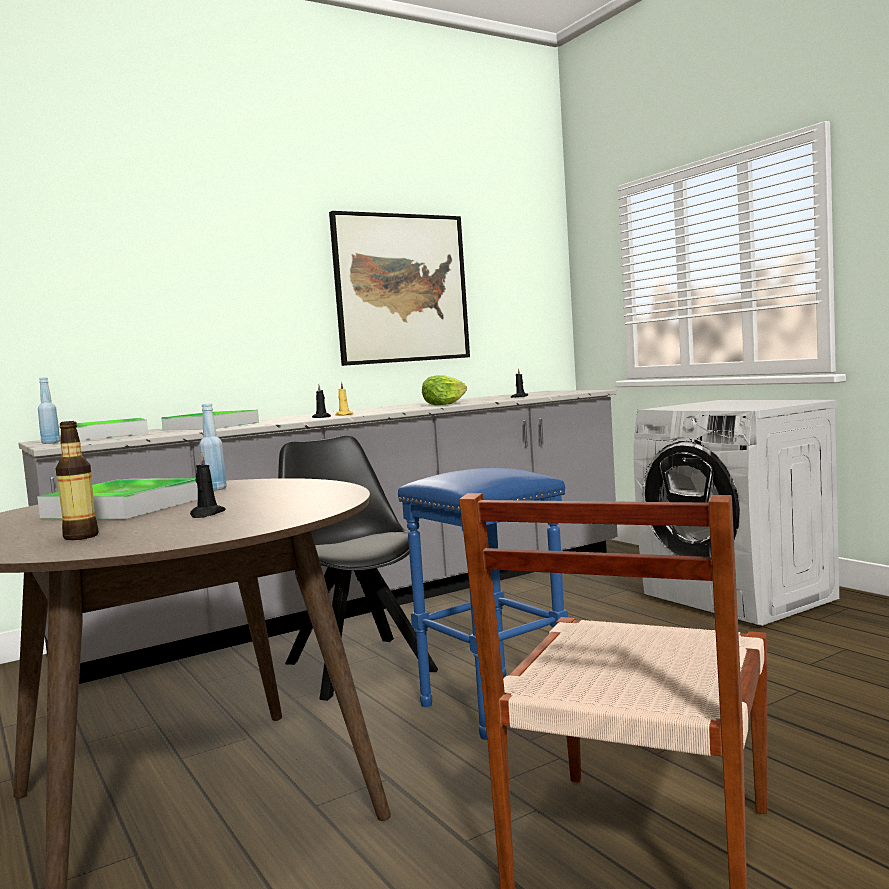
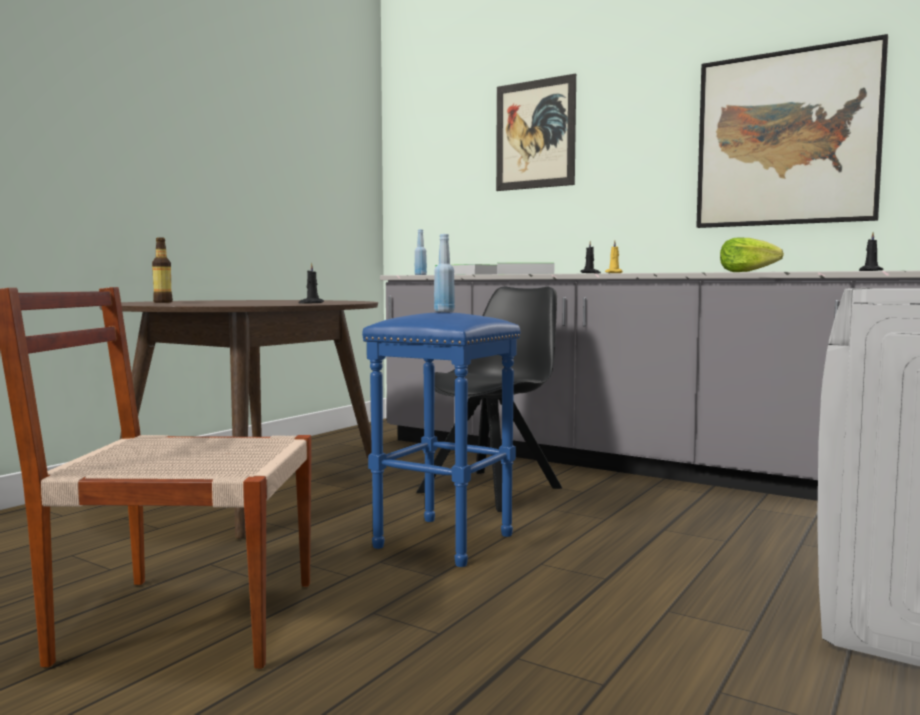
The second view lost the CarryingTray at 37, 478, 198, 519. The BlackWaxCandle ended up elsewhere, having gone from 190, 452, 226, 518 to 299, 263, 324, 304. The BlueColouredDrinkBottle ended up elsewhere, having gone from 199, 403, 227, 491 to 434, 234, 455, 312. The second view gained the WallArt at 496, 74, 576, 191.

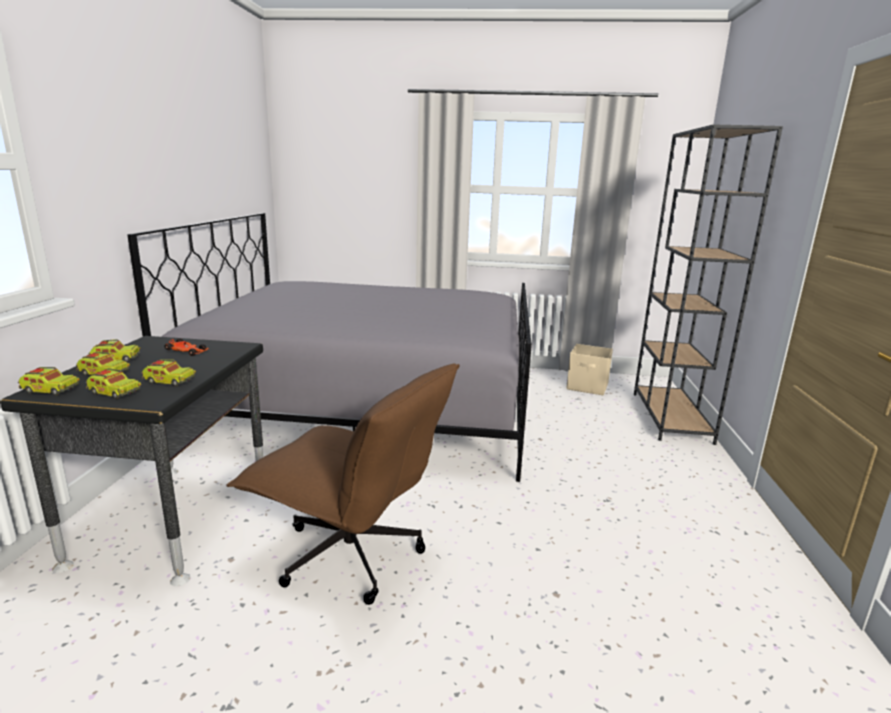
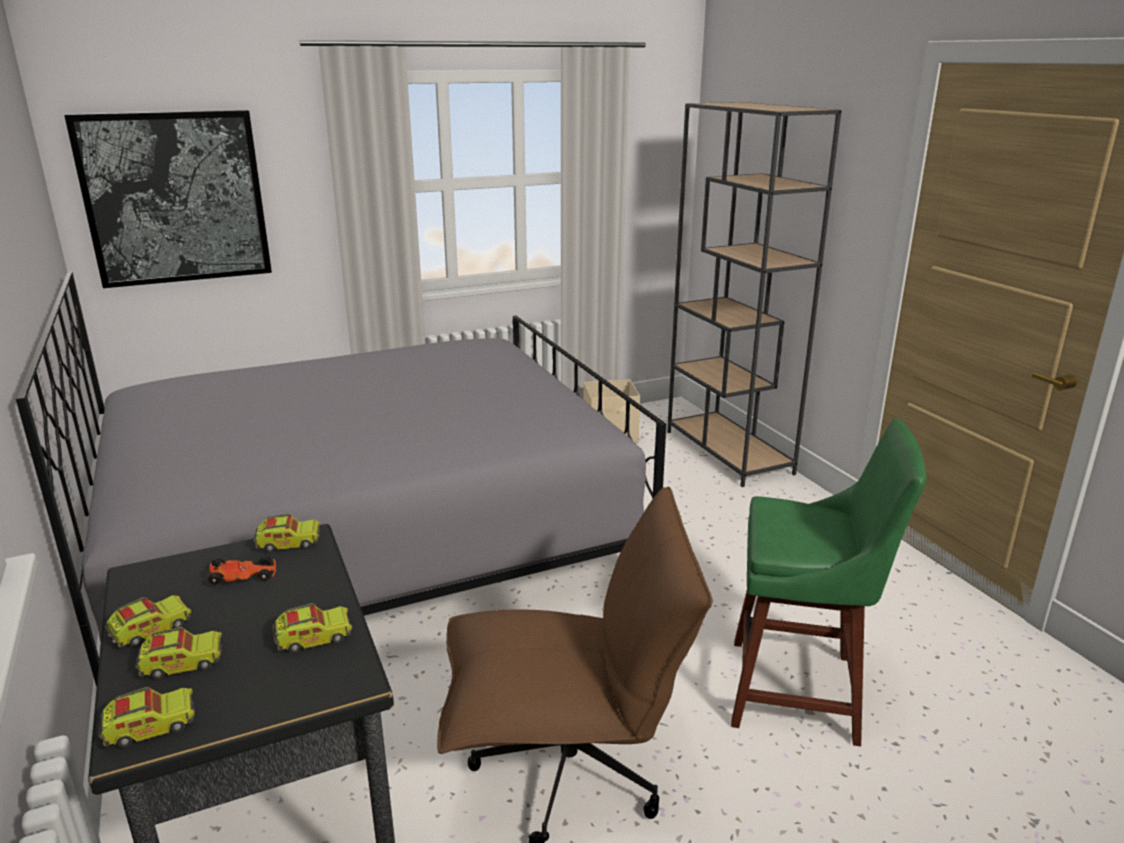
The ModelTruck ended up elsewhere, having gone from 86, 369, 141, 399 to 253, 514, 320, 553. The second view gained the WallArt at 64, 110, 272, 288. The second view gained the GreenPlainChair at 731, 418, 927, 747.

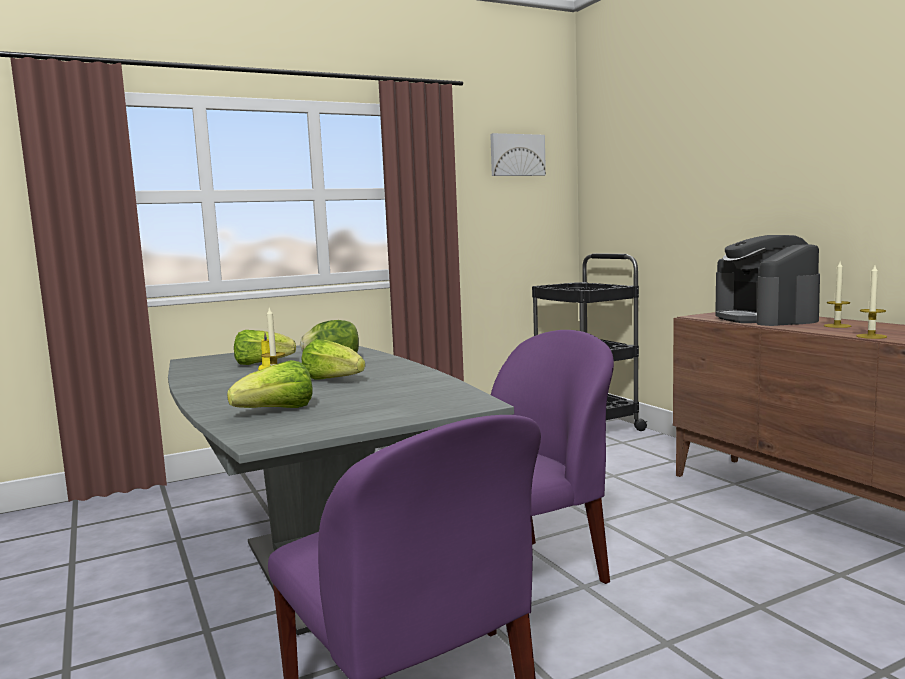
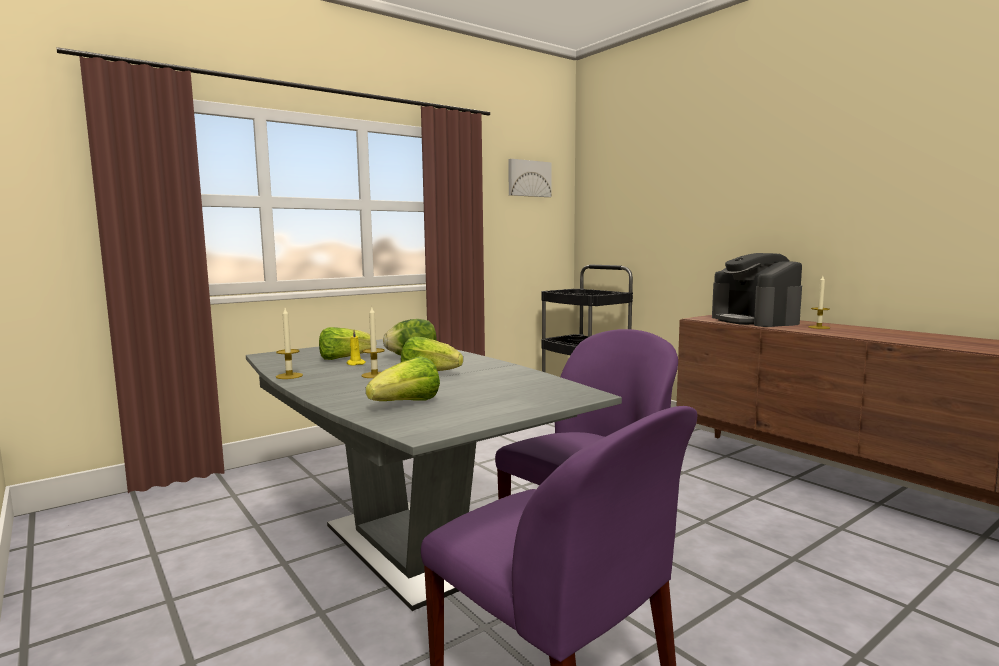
The WaxCandle ended up elsewhere, having gone from 856, 265, 887, 339 to 276, 308, 303, 379.

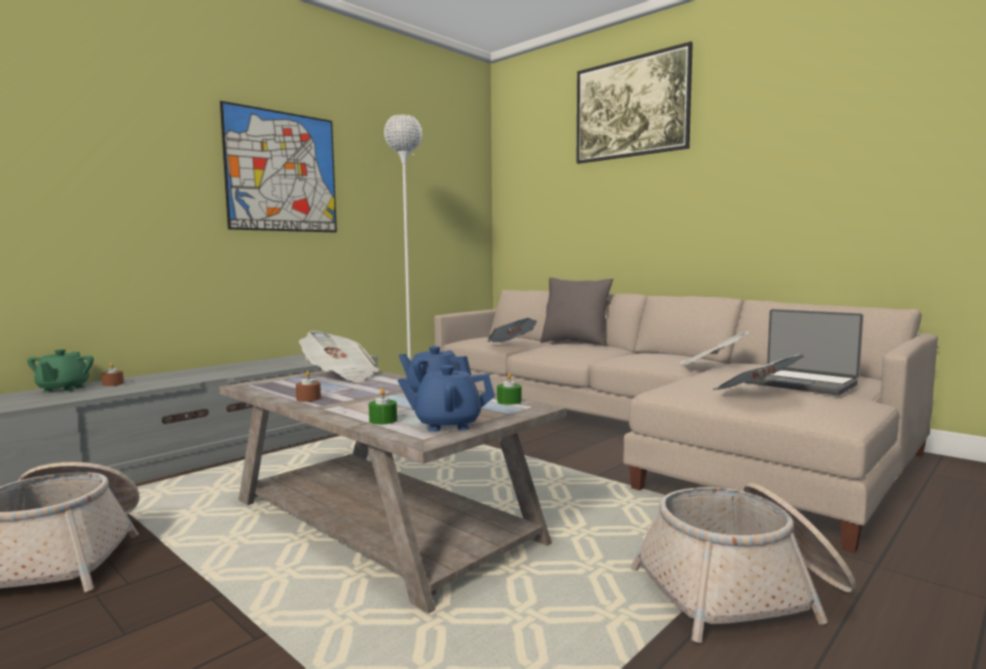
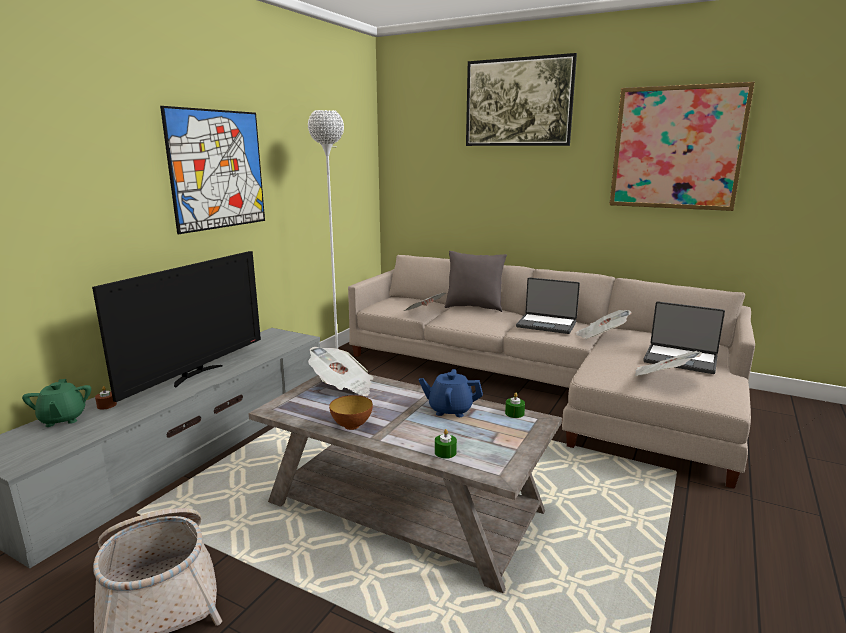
Where the BrownWaxCandle stood at 296, 371, 321, 402, the DeepDish came to stand at 329, 395, 373, 430. The second view lost the BlueColouredTeapot at 398, 365, 495, 432. The second view lost the StorageBasket at 630, 483, 856, 643. The second view gained the TvSet at 92, 251, 261, 402. The second view gained the Laptop at 516, 277, 580, 334. The second view gained the WallArt at 609, 82, 755, 211.

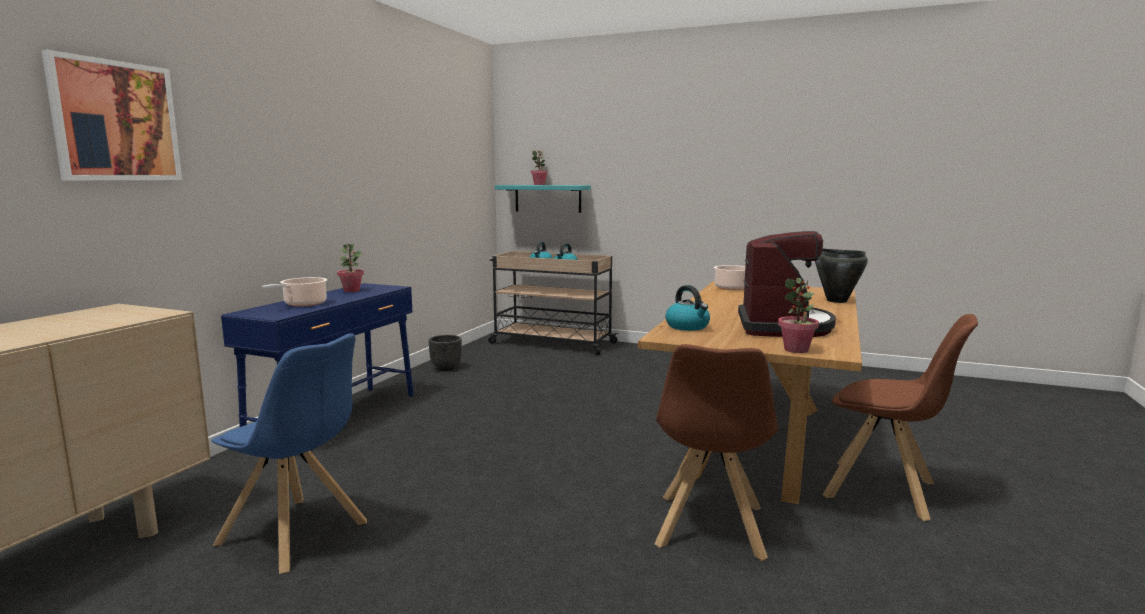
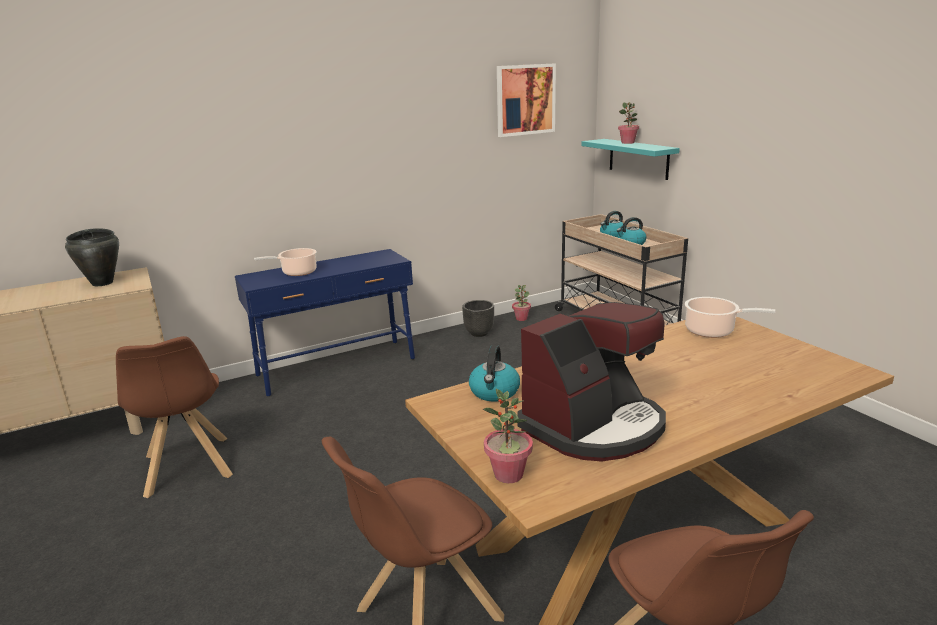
The WallArt ended up elsewhere, having gone from 41, 50, 182, 180 to 497, 64, 556, 137. What was the BlueColouredPlainChair at 212, 333, 367, 574 turned into the BrownPlainChair at 116, 336, 233, 498. The PottedPlant ended up elsewhere, having gone from 337, 244, 364, 292 to 512, 285, 531, 321. The BlackStockpot ended up elsewhere, having gone from 815, 249, 868, 303 to 65, 228, 119, 286.

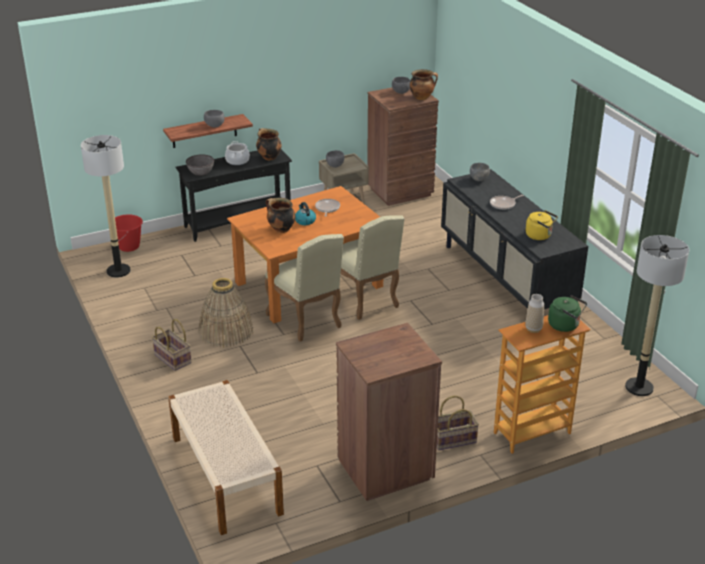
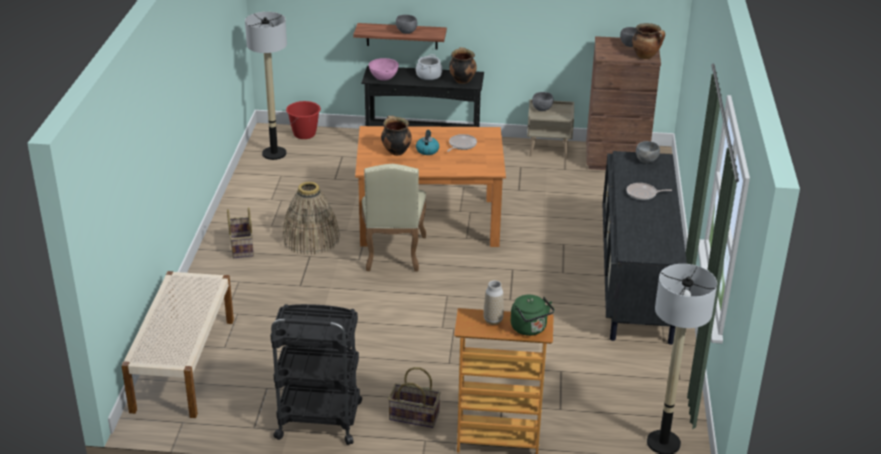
What was the GreyDeepDish at 186, 155, 214, 176 turned into the PinkishDeepDish at 369, 58, 399, 81. Where the BrownDresser stood at 336, 323, 442, 501, the BlackTrolley came to stand at 270, 304, 362, 445. The second view lost the BeigeColouredPlainChair at 341, 215, 405, 320. The second view lost the YellowWaterKettle at 526, 210, 558, 240.

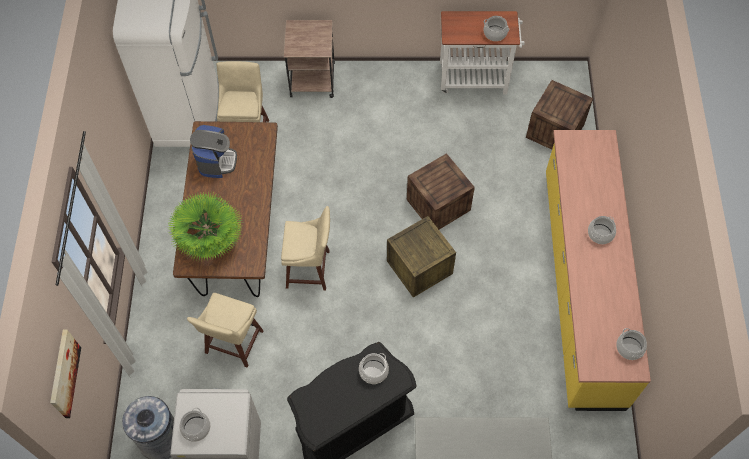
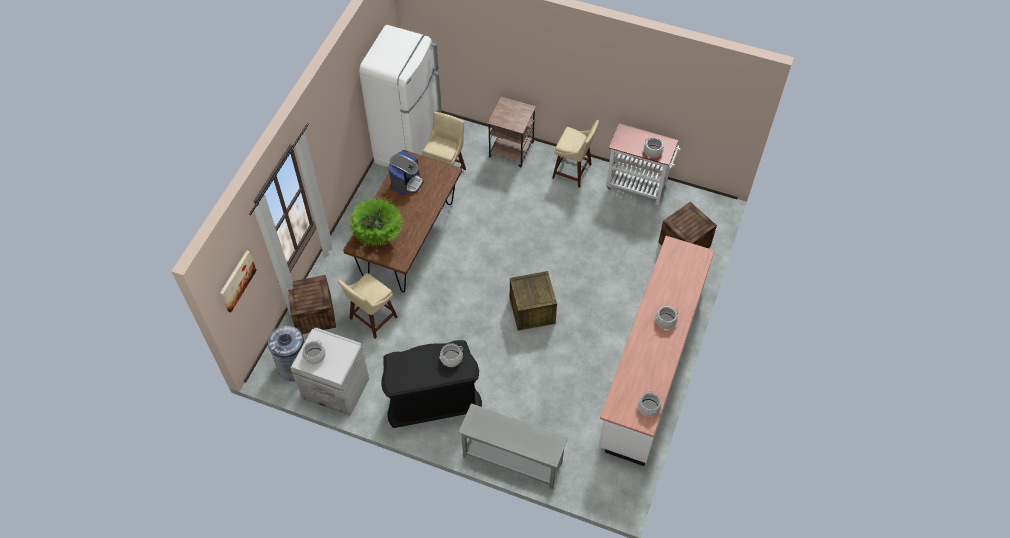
The BeigeColouredPlainChair ended up elsewhere, having gone from 281, 206, 330, 290 to 552, 120, 599, 188. The PackingCrate ended up elsewhere, having gone from 407, 153, 475, 229 to 288, 275, 336, 334. What was the YellowKitchenCounter at 546, 130, 651, 411 turned into the WhiteKitchenCounter at 598, 236, 715, 466.

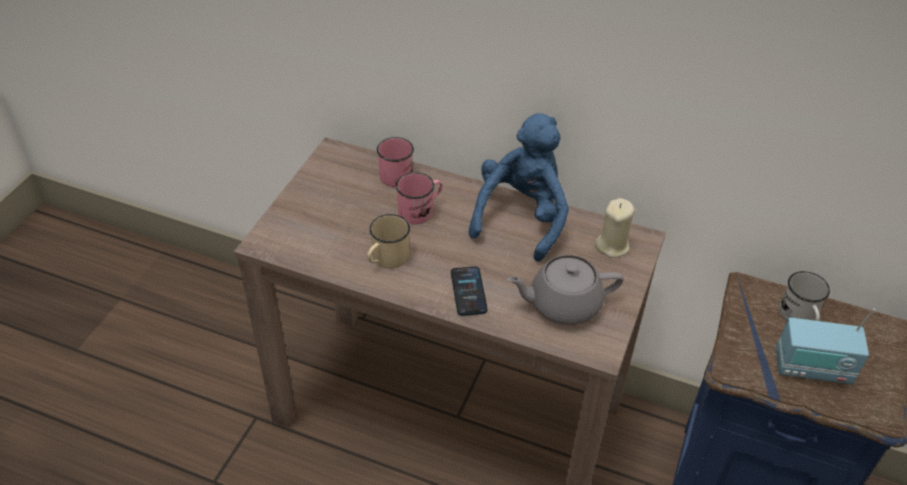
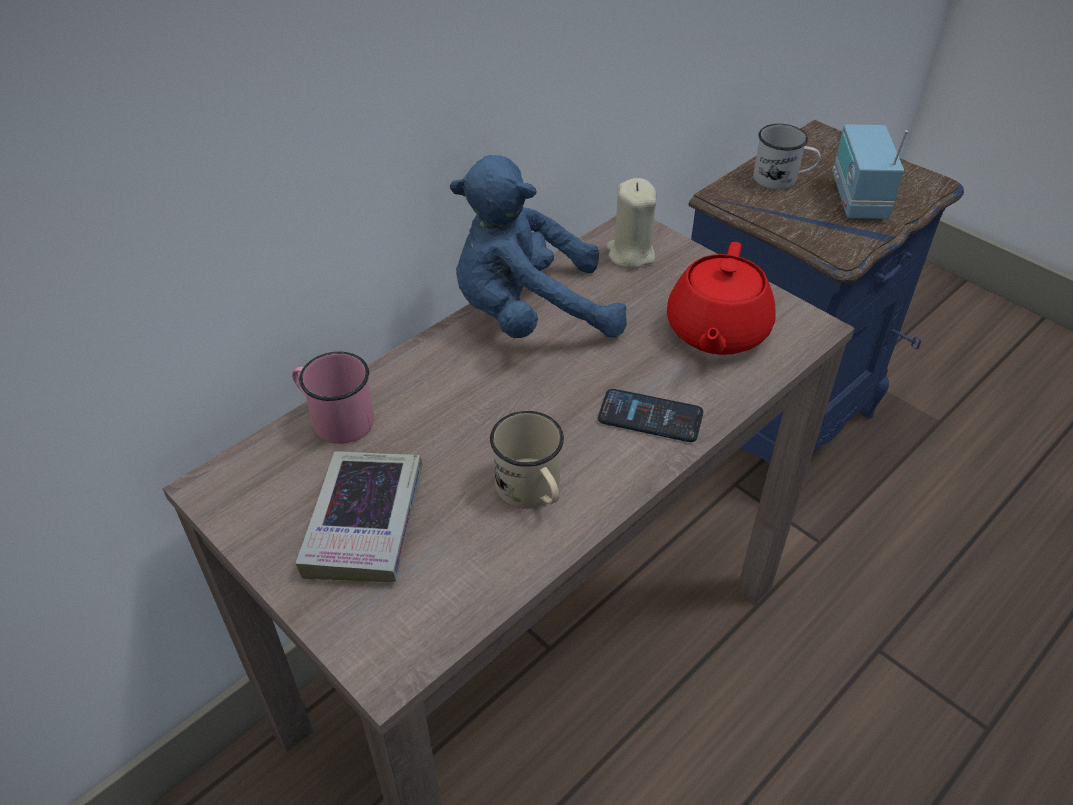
The second view lost the PinkishCoffeeMug at 396, 172, 442, 224. The BlueColouredCuddlyToy at 469, 113, 569, 262 ended up facing another way, 60 degrees counterclockwise from before. What was the GreyTeapot at 507, 255, 624, 325 turned into the RedTeapot at 667, 242, 776, 355. The RadioSet at 776, 308, 875, 384 ended up facing another way, 150 degrees clockwise from before. The second view gained the Book at 295, 451, 423, 582.

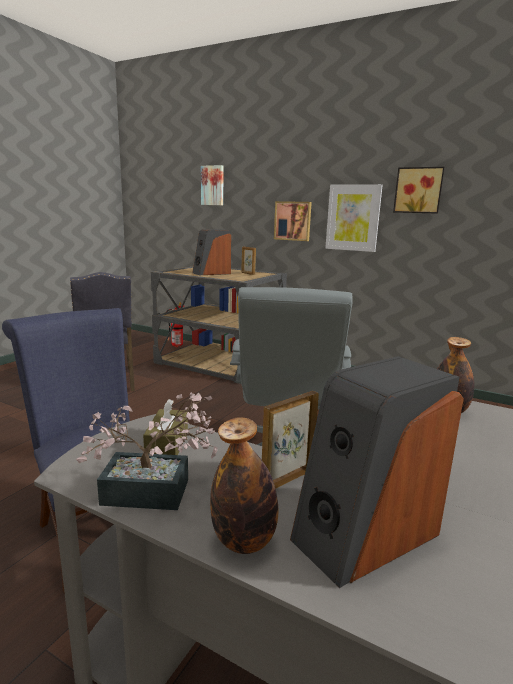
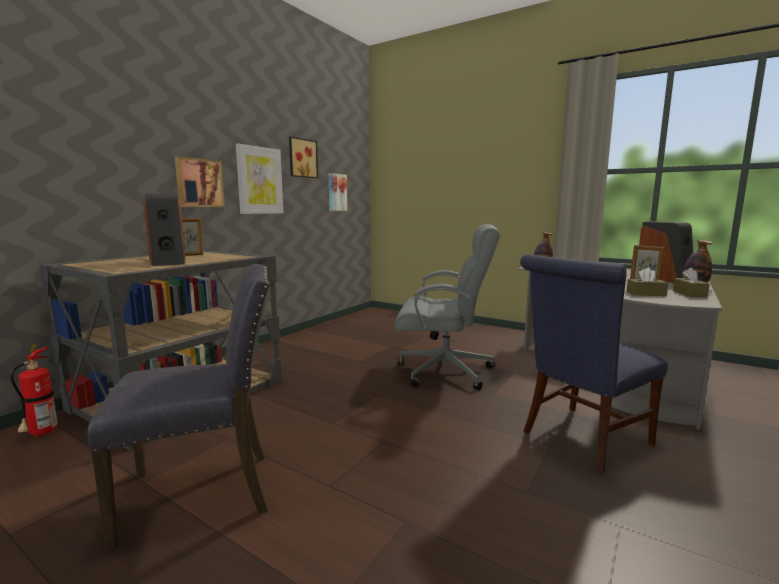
Where the PottedPlant stood at 76, 392, 218, 510, the BrownTissueBox came to stand at 673, 268, 710, 298. The WallArt ended up elsewhere, having gone from 201, 165, 224, 205 to 329, 173, 347, 211.

